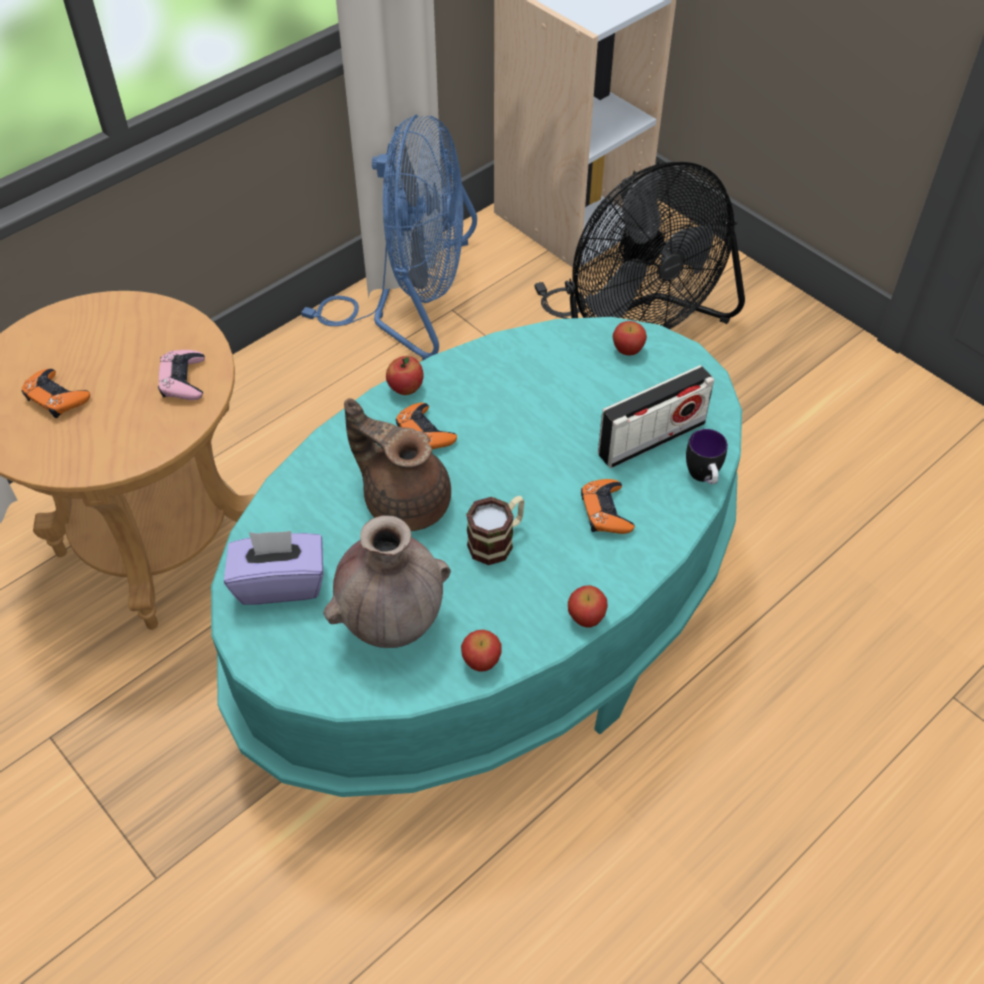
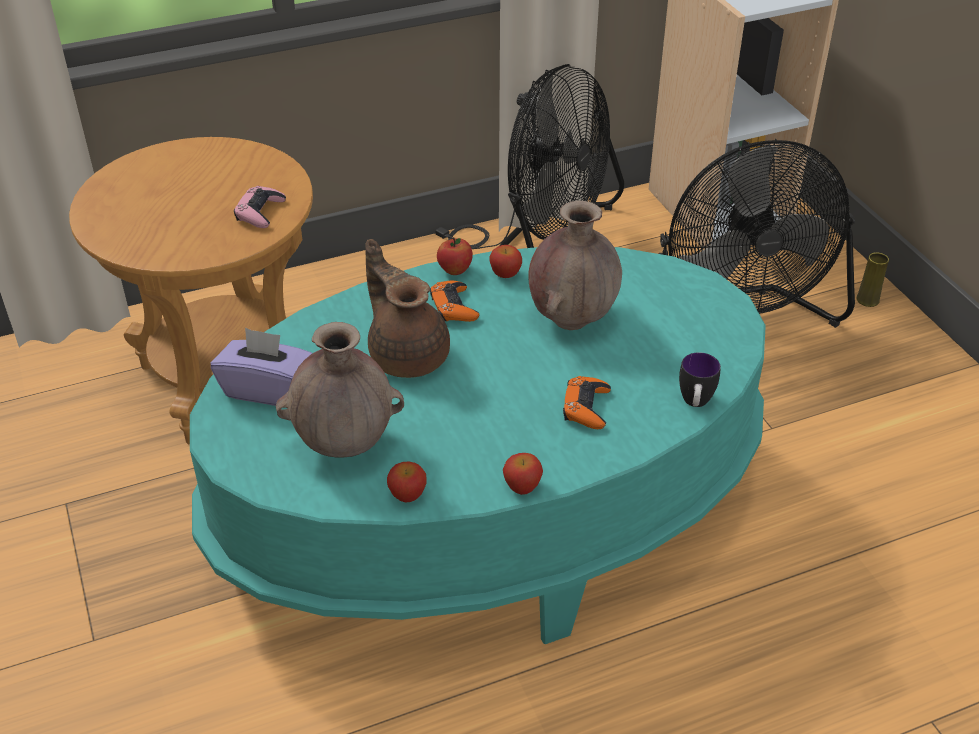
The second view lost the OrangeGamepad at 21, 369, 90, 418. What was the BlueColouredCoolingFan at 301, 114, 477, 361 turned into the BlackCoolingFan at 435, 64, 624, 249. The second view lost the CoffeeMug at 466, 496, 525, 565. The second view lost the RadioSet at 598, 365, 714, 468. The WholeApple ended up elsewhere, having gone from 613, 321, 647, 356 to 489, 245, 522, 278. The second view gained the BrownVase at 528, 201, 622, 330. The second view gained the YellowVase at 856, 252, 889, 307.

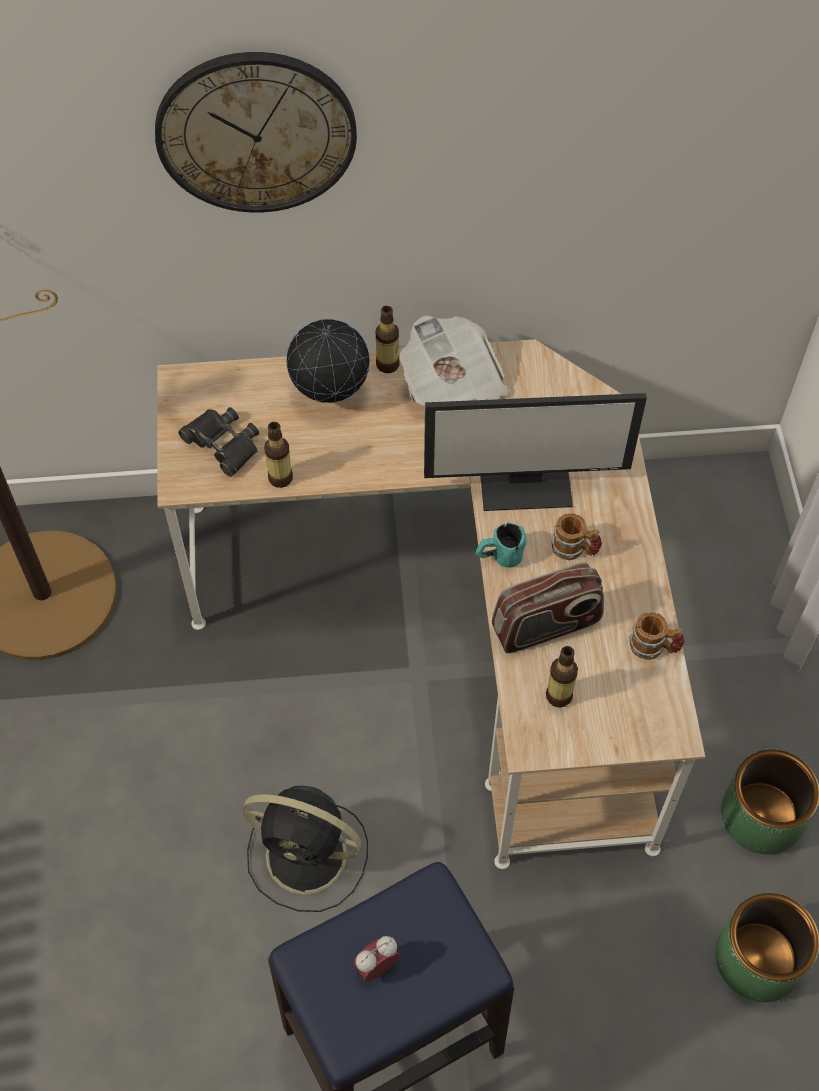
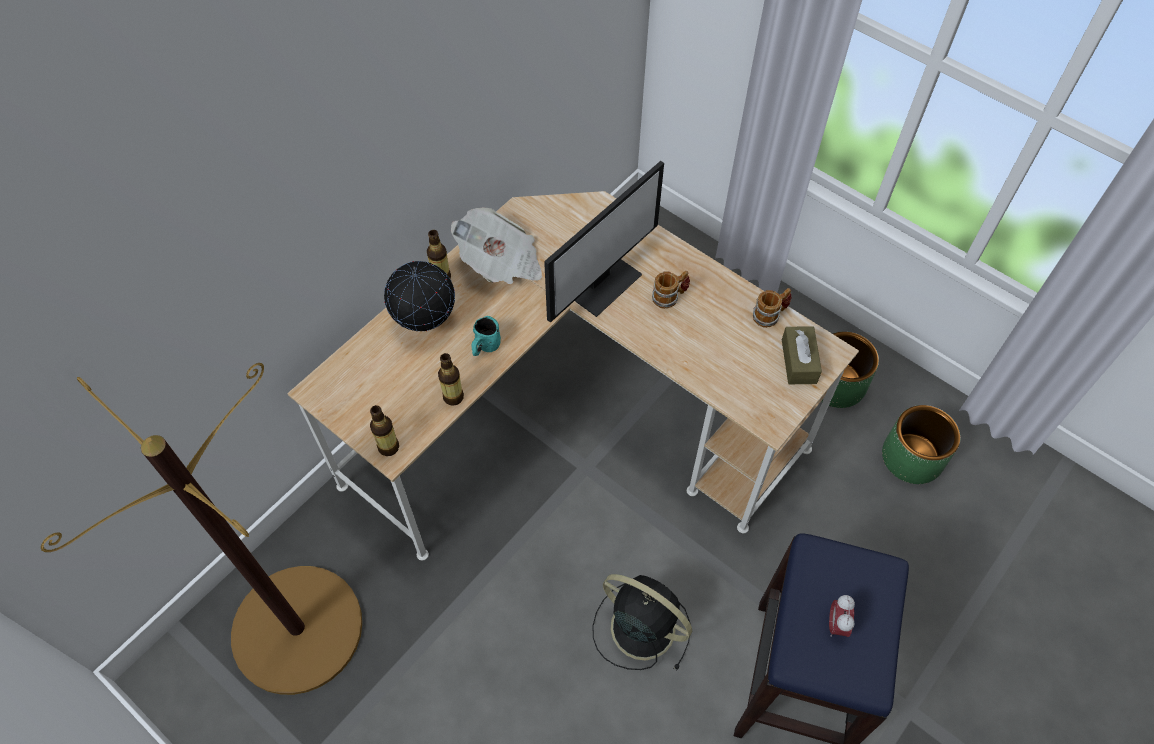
The second view lost the ClockOnTheWall at 155, 52, 357, 213. The second view lost the BlackFieldGlasses at 178, 407, 259, 477. The BlackCoolingFan at 242, 786, 368, 912 ended up facing another way, 120 degrees counterclockwise from before. The TurquoiseColouredCoffeeMug ended up elsewhere, having gone from 476, 522, 527, 568 to 472, 316, 501, 356. The second view lost the RadioSet at 492, 563, 604, 653. The DrinkBottle ended up elsewhere, having gone from 546, 646, 578, 707 to 370, 405, 399, 456. The second view gained the BrownTissueBox at 782, 326, 822, 384.

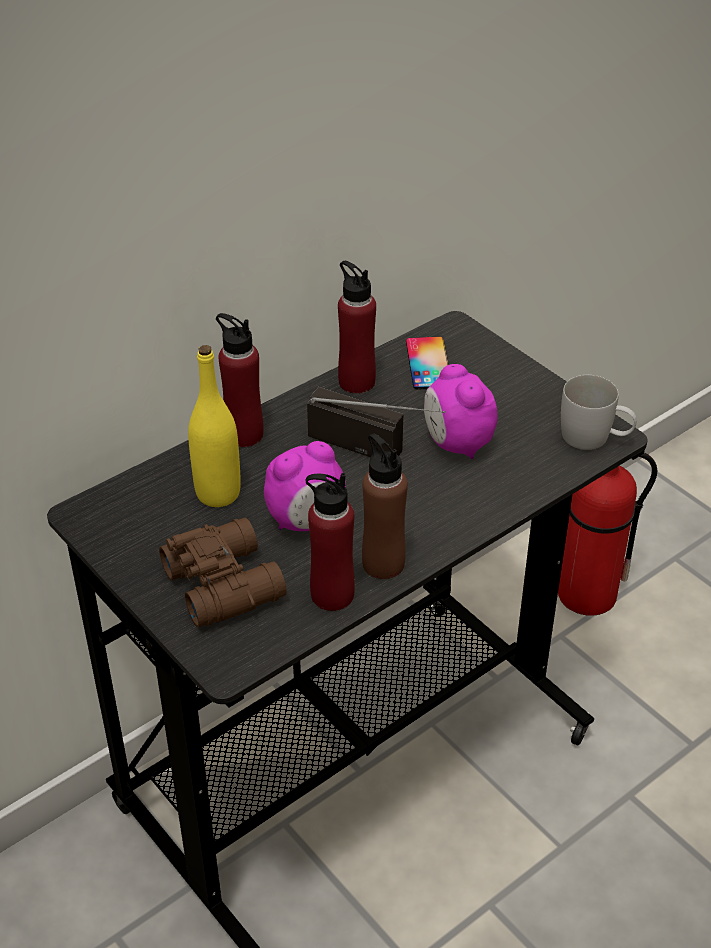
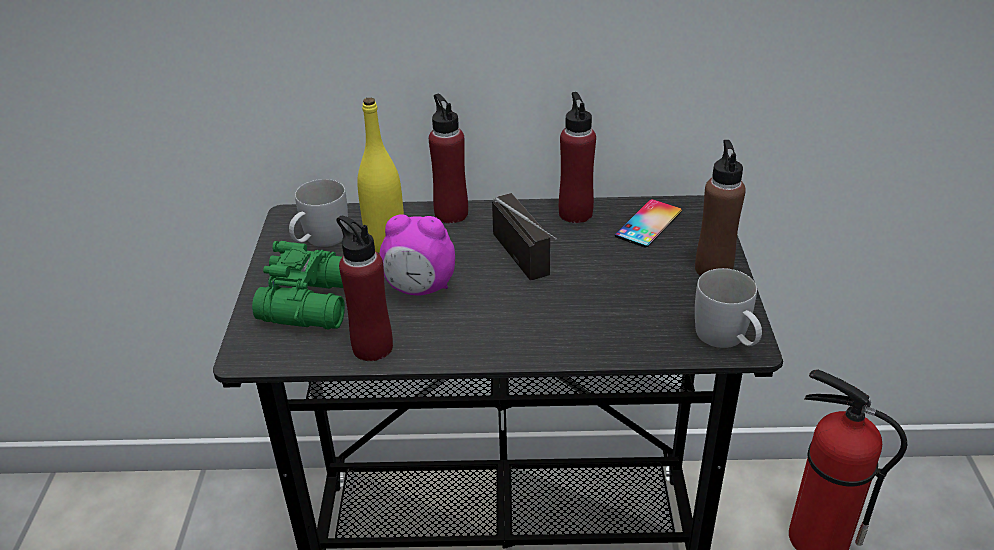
What was the BrownFieldGlasses at 159, 518, 287, 628 turned into the GreenFieldGlasses at 252, 241, 345, 329. The BrownDrinkBottle ended up elsewhere, having gone from 362, 433, 408, 579 to 695, 140, 746, 276. The second view lost the AlarmClock at 424, 364, 498, 459. The second view gained the WhiteCoffeeMug at 289, 179, 348, 247.

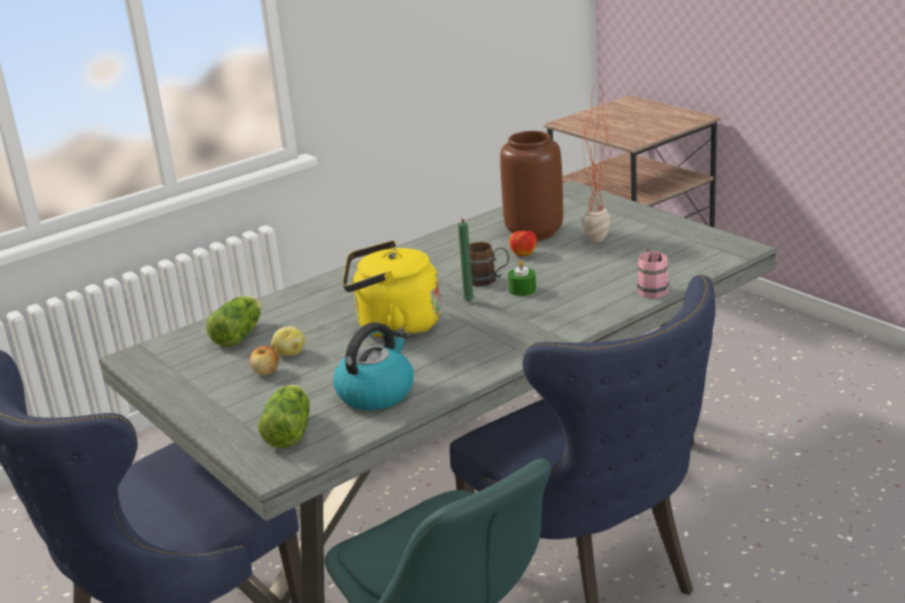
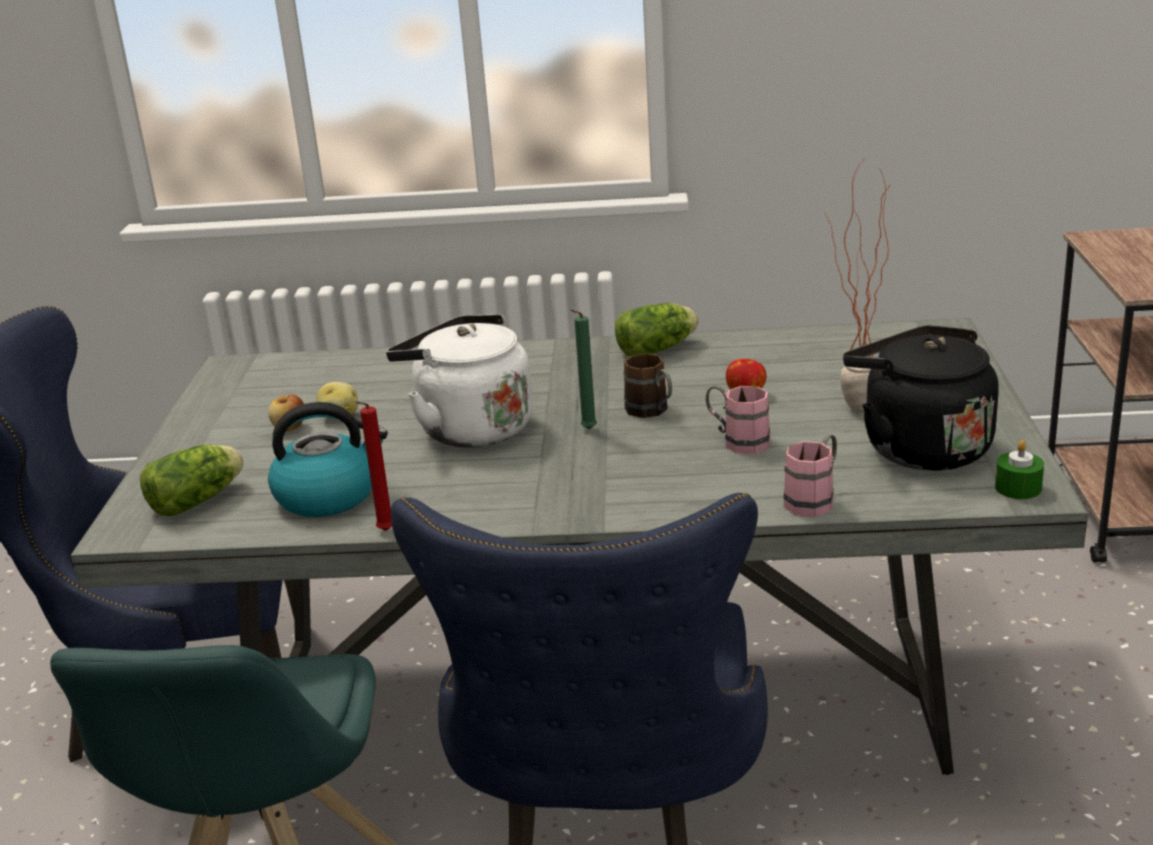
The HeadOfLettuce ended up elsewhere, having gone from 206, 296, 261, 347 to 615, 303, 699, 356. What was the YellowWaterKettle at 343, 241, 441, 339 turned into the WhiteWaterKettle at 386, 314, 533, 447. The second view lost the BrownVase at 500, 131, 564, 241. The GreenWaxCandle ended up elsewhere, having gone from 508, 260, 536, 296 to 995, 440, 1044, 499. The second view gained the RedWaxCandle at 355, 401, 392, 531. The second view gained the PinkishCoffeeMug at 706, 386, 770, 454. The second view gained the BlackWaterKettle at 843, 325, 999, 471.

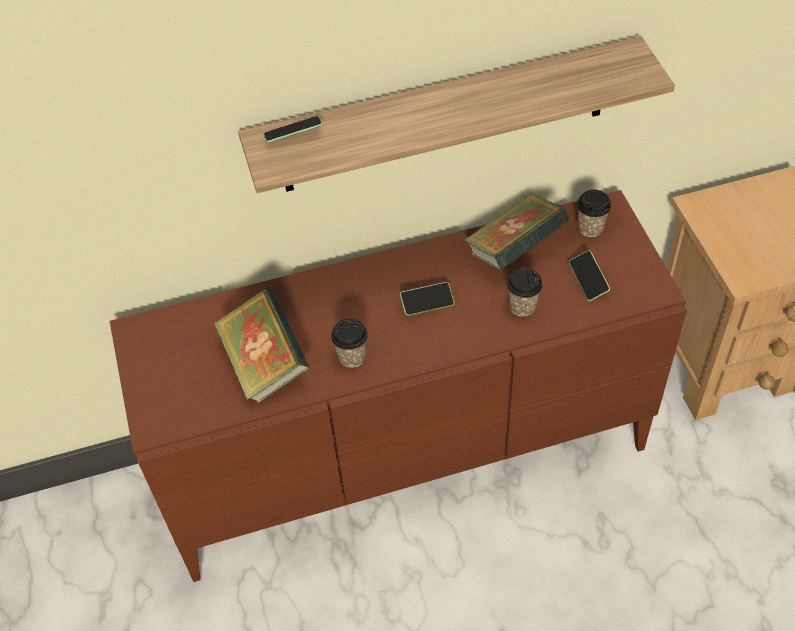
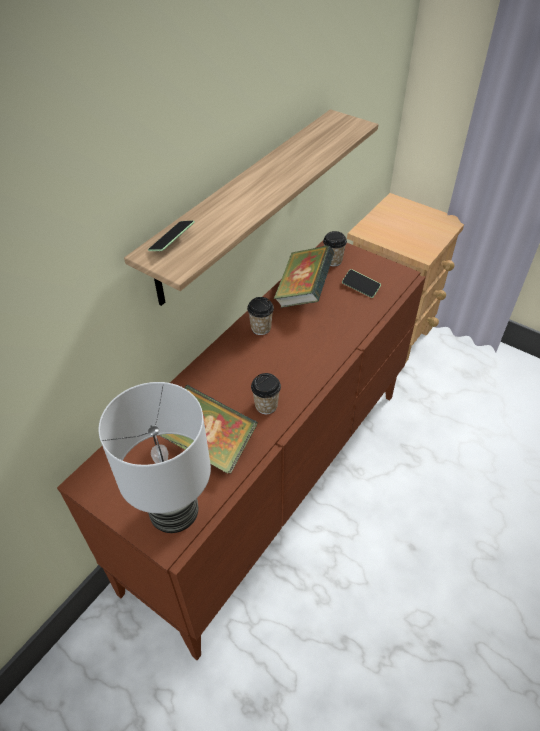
The second view lost the Phone at 400, 282, 454, 316. The DrinkingCup ended up elsewhere, having gone from 507, 268, 543, 317 to 247, 297, 274, 335. The second view gained the GreyTableLamp at 99, 382, 211, 533.

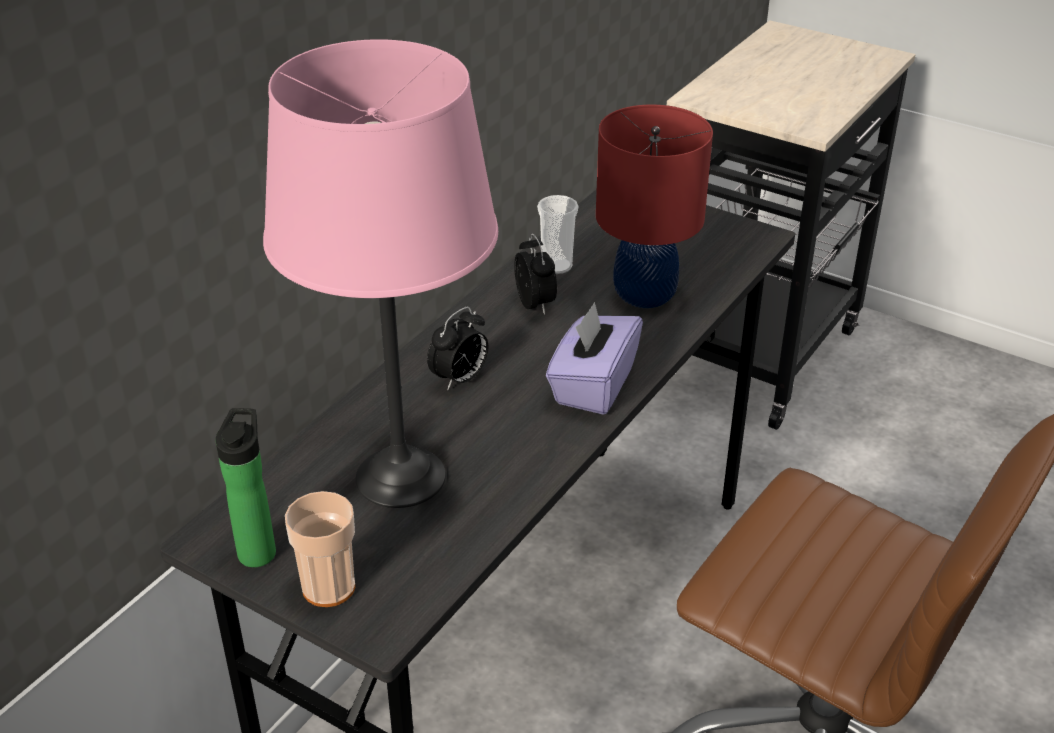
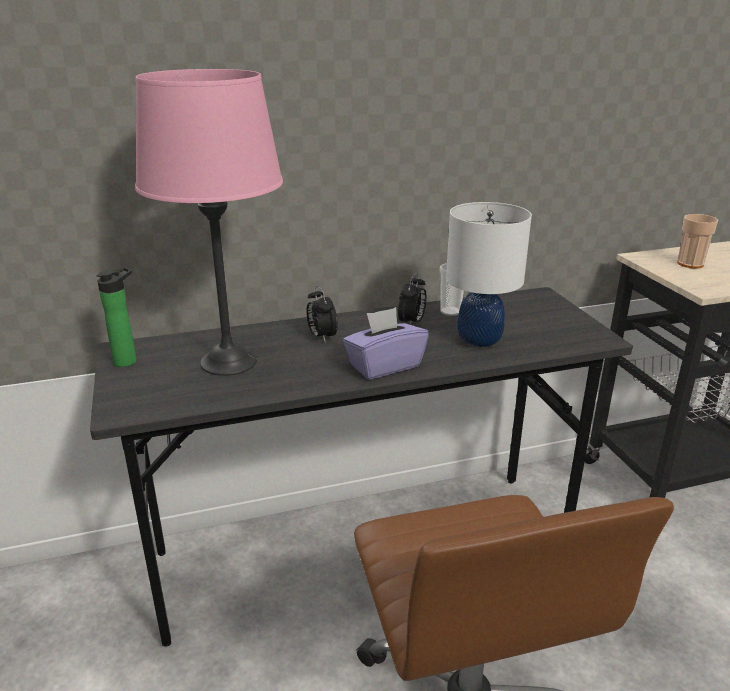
The DrinkingCup ended up elsewhere, having gone from 285, 491, 355, 607 to 677, 214, 718, 268. The AlarmClock at 427, 307, 488, 390 ended up facing another way, 75 degrees clockwise from before. What was the RedTableLamp at 596, 104, 713, 308 turned into the WhiteTableLamp at 446, 202, 532, 347.

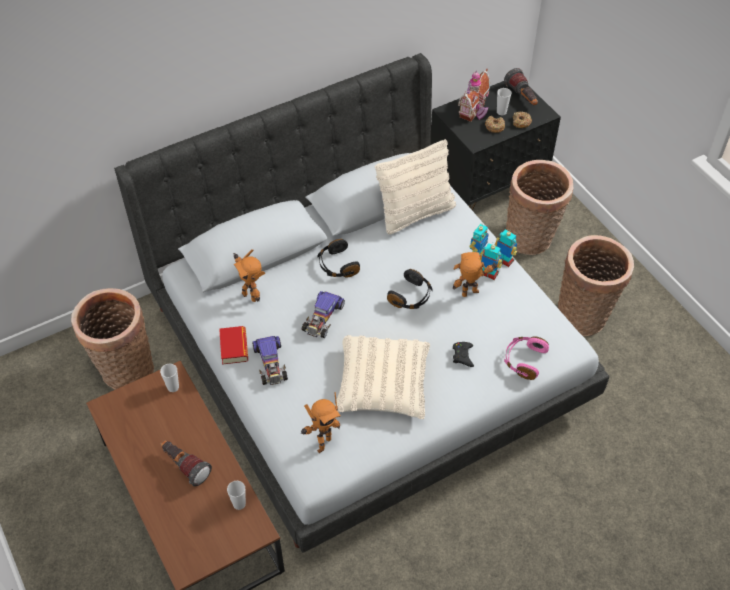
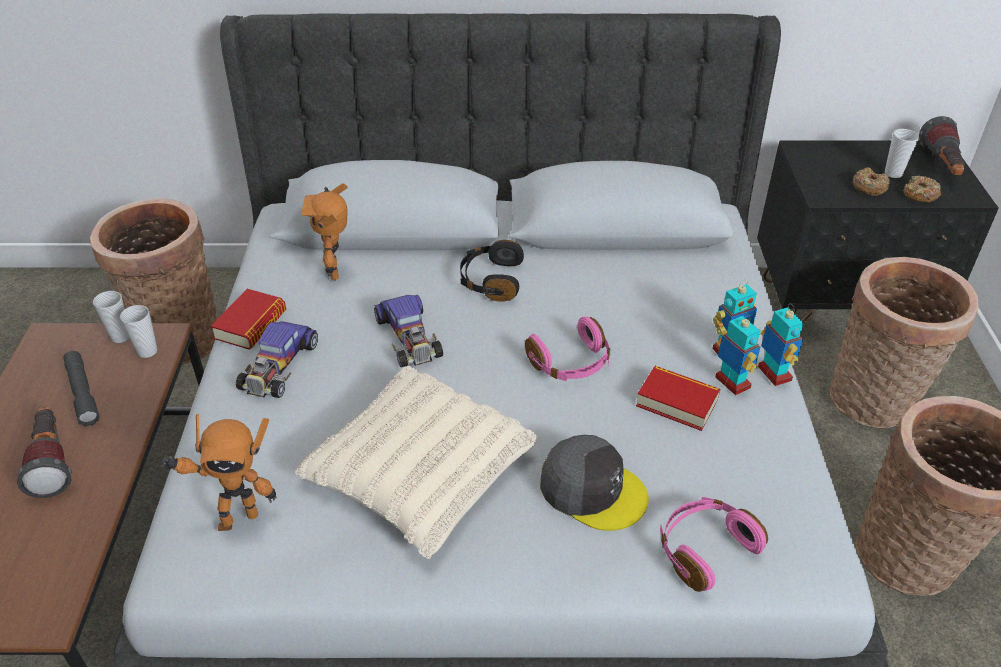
The DrinkingCup ended up elsewhere, having gone from 227, 481, 246, 510 to 93, 291, 129, 343. The ToyCar at 302, 291, 345, 338 ended up facing another way, 75 degrees counterclockwise from before. The second view lost the BeigeColouredThrowPillow at 375, 139, 456, 235. What was the BlackHeadphones at 387, 269, 433, 309 turned into the PinkishHeadphones at 525, 316, 610, 381. Where the RobotFigure stood at 453, 252, 498, 297, the Book came to stand at 636, 366, 720, 431. Where the BlackGamepad stood at 453, 342, 474, 367, the GreyPeakedCap came to stand at 540, 435, 649, 531. The second view lost the MiniatureHouse at 458, 69, 490, 122. The second view gained the GreyHandTorch at 64, 351, 100, 426.

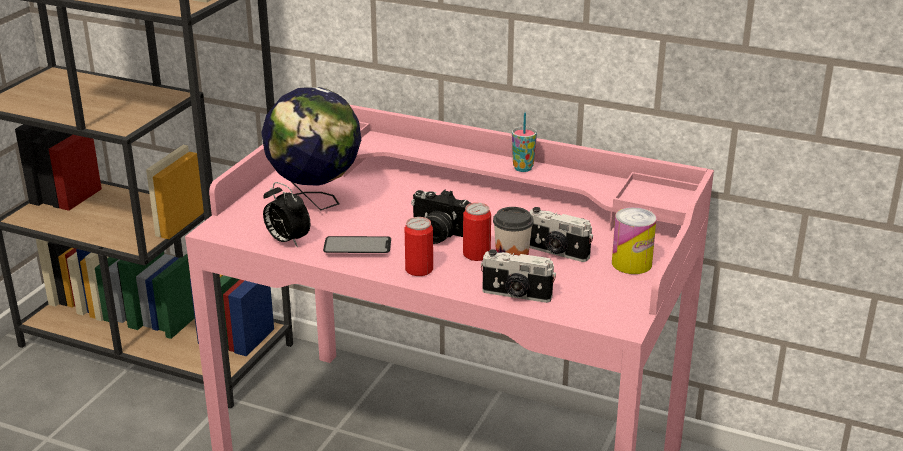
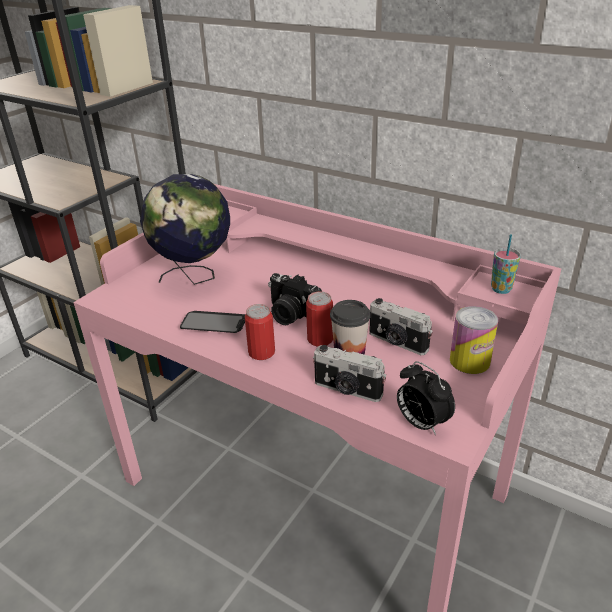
The AlarmClock ended up elsewhere, having gone from 263, 182, 310, 247 to 397, 361, 455, 435. The DrinkingCup ended up elsewhere, having gone from 512, 113, 537, 172 to 491, 235, 521, 294.

